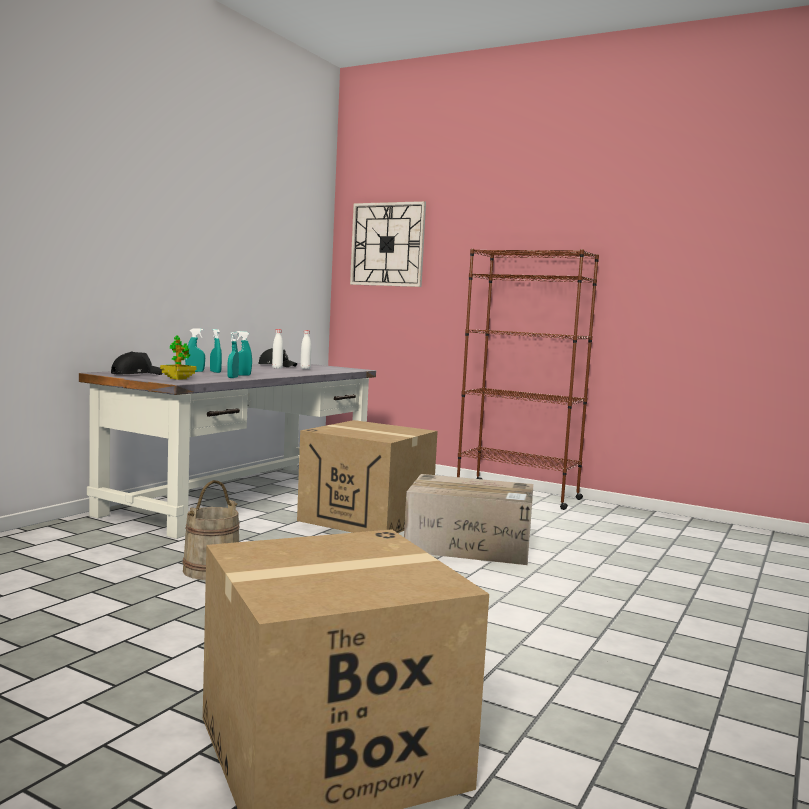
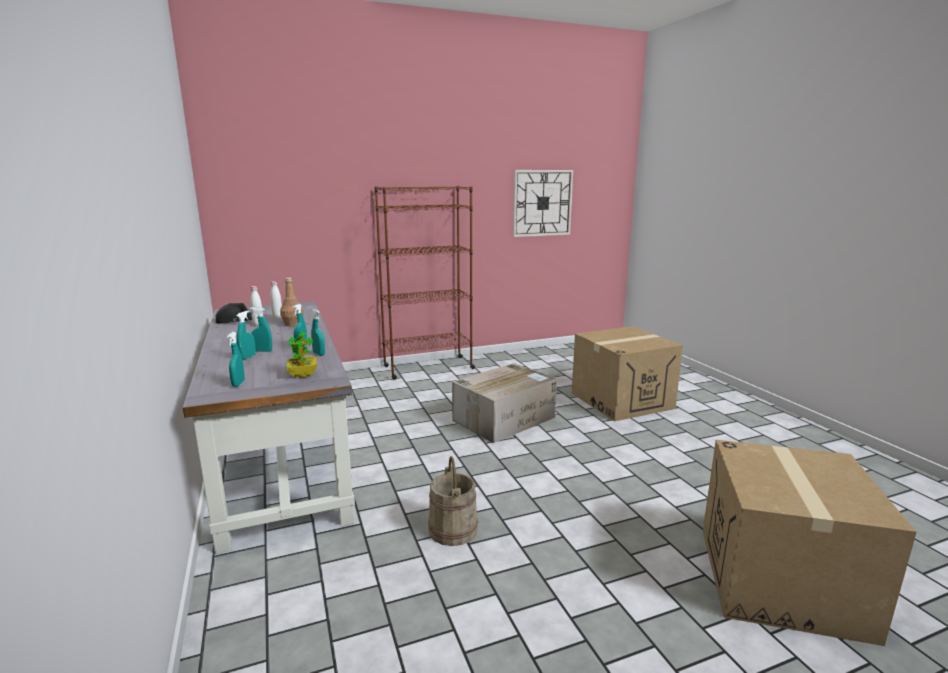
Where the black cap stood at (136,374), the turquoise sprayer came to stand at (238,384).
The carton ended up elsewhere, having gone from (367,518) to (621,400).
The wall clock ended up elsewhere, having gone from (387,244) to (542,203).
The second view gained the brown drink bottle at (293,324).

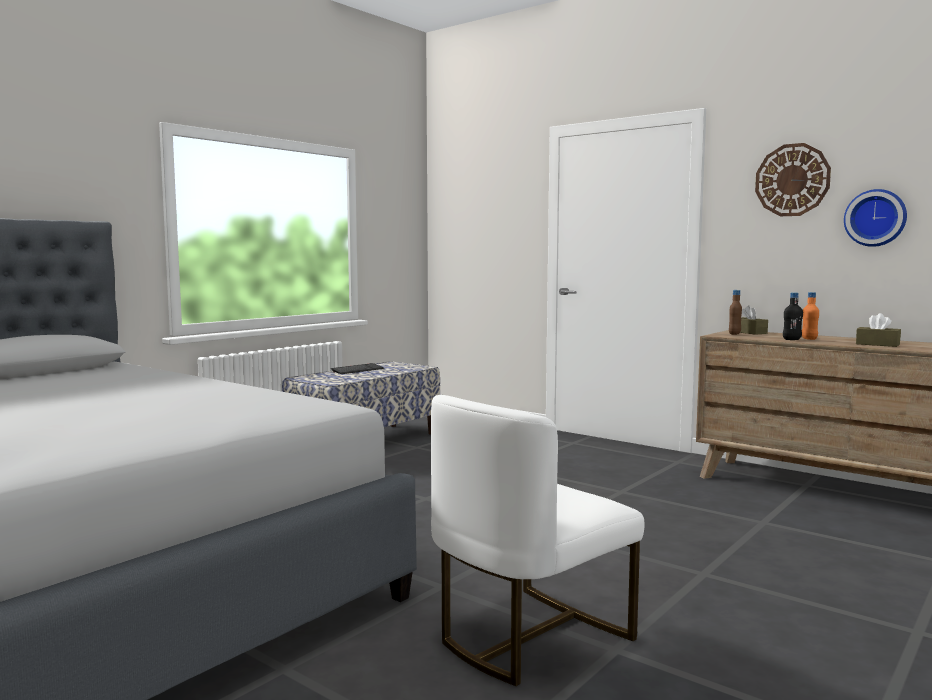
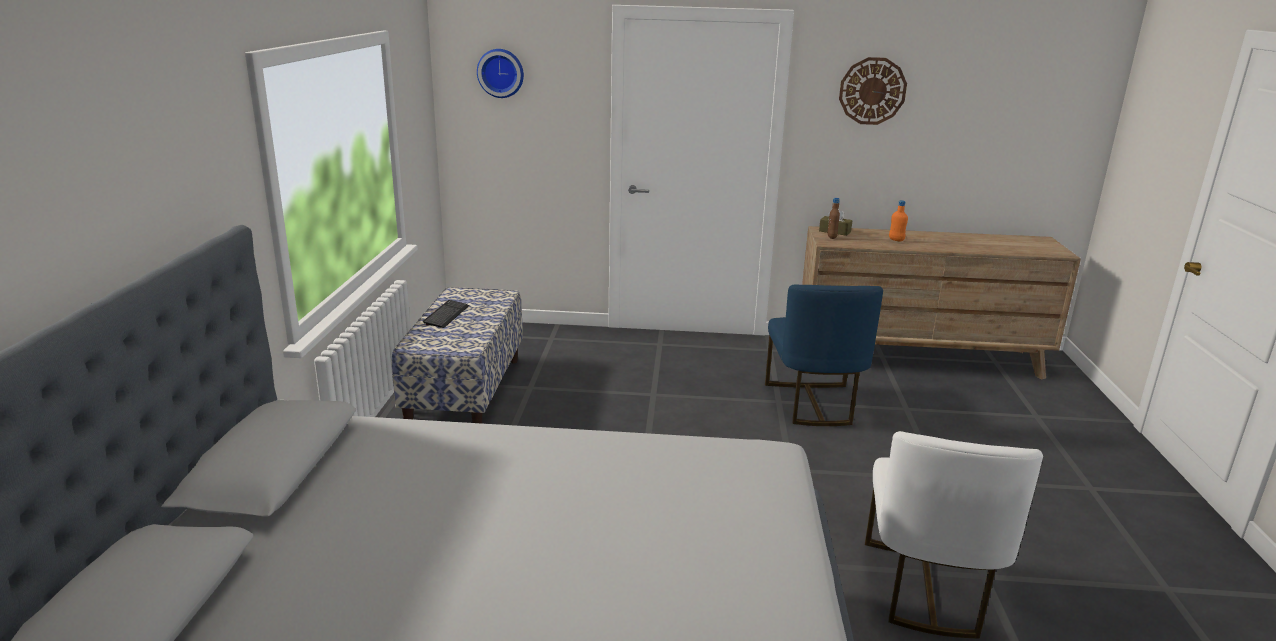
The second view lost the black drink bottle at (791,339).
The wall clock ended up elsewhere, having gone from (875,218) to (501,73).
The second view lost the brown box of tissues at (877,344).
The second view gained the blue upright chair at (812,404).

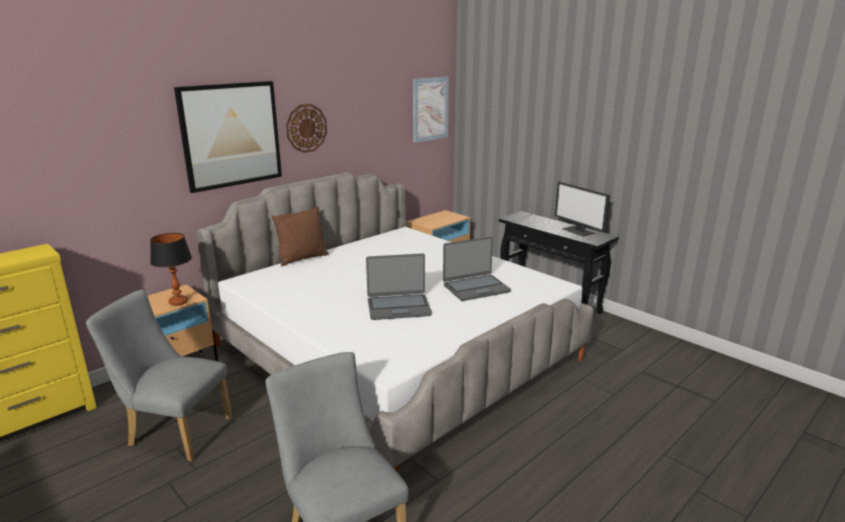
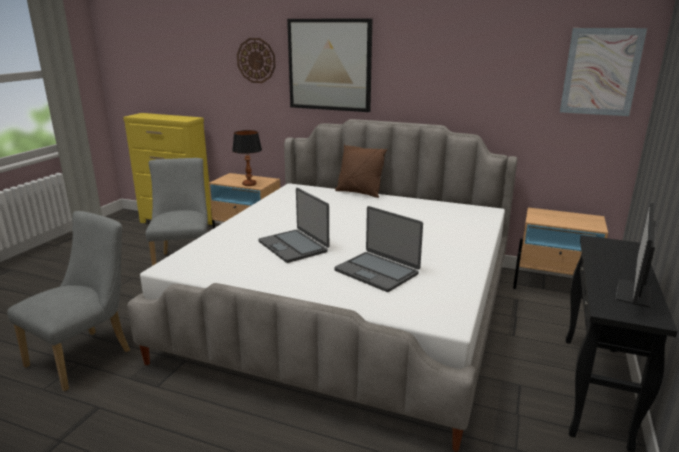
The wall clock ended up elsewhere, having gone from (306,128) to (256,60).

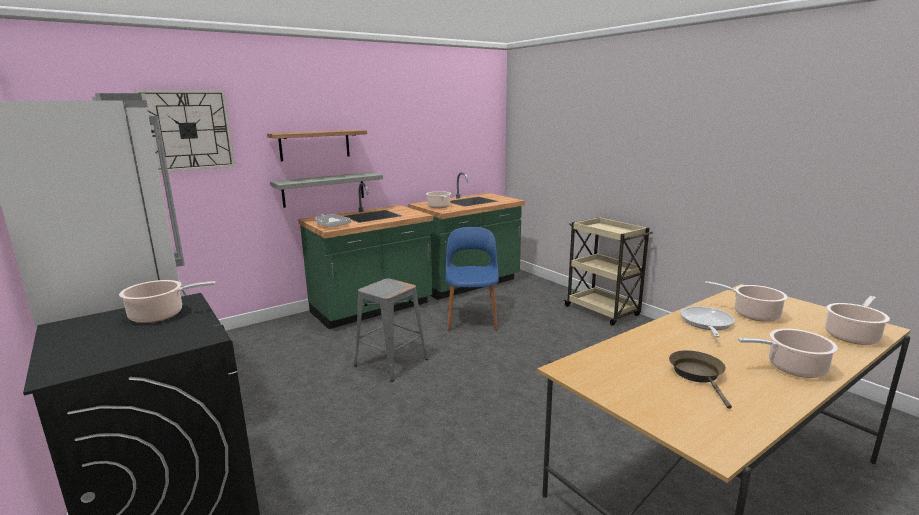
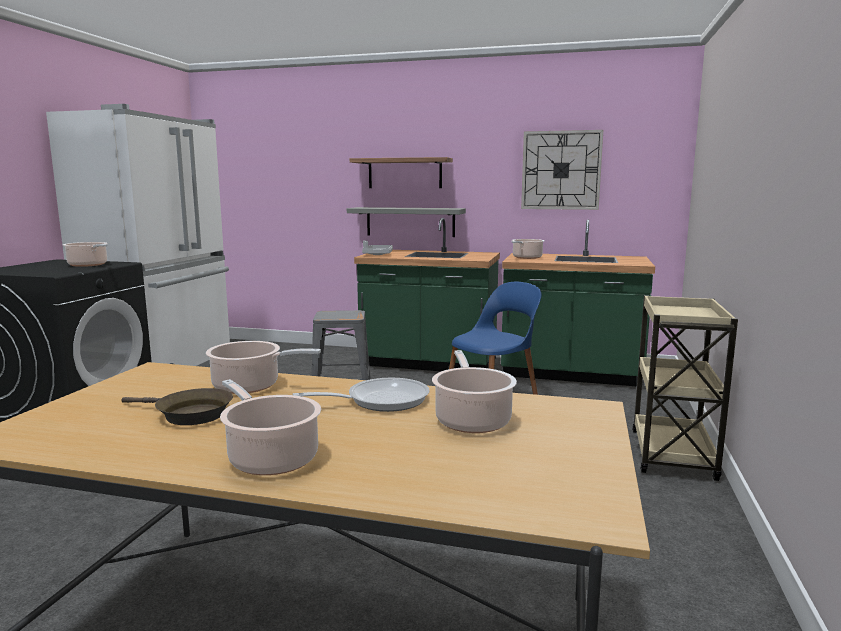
The wall clock ended up elsewhere, having gone from (187,130) to (561,170).
The brown frying pan at (698,375) ended up facing another way, 60 degrees clockwise from before.
The saucepot ended up elsewhere, having gone from (852,336) to (250,386).

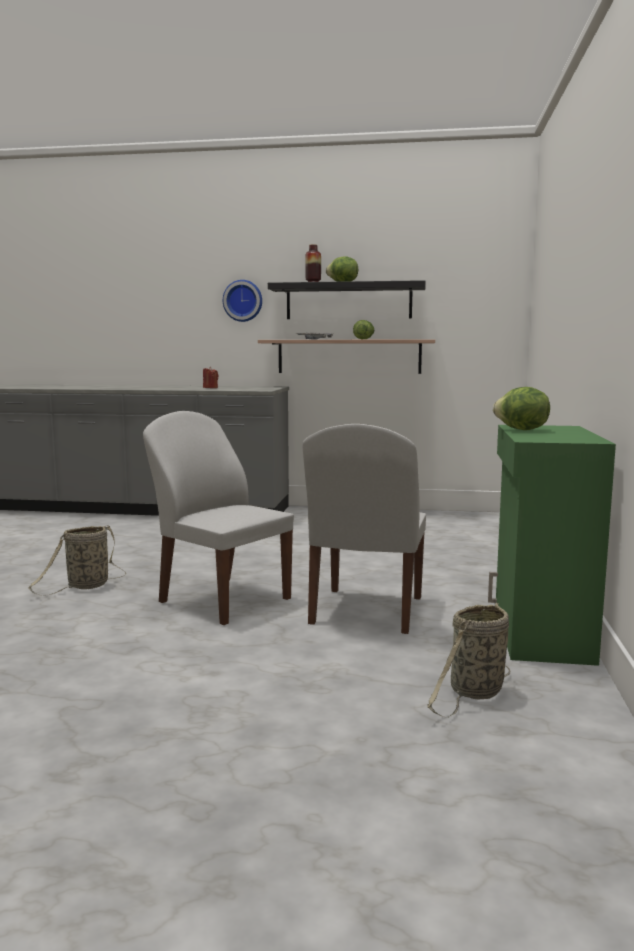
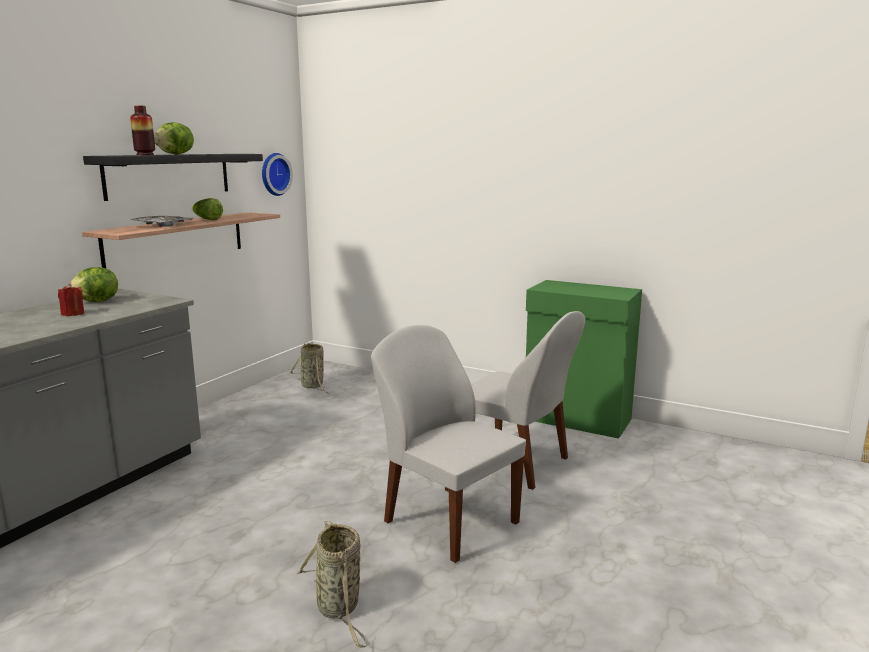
The white upright chair at (222,600) ended up facing another way, 75 degrees clockwise from before.
The wall clock ended up elsewhere, having gone from (243,301) to (274,174).
The storage basket ended up elsewhere, having gone from (474,693) to (313,386).
The lettuce ended up elsewhere, having gone from (521,430) to (97,302).

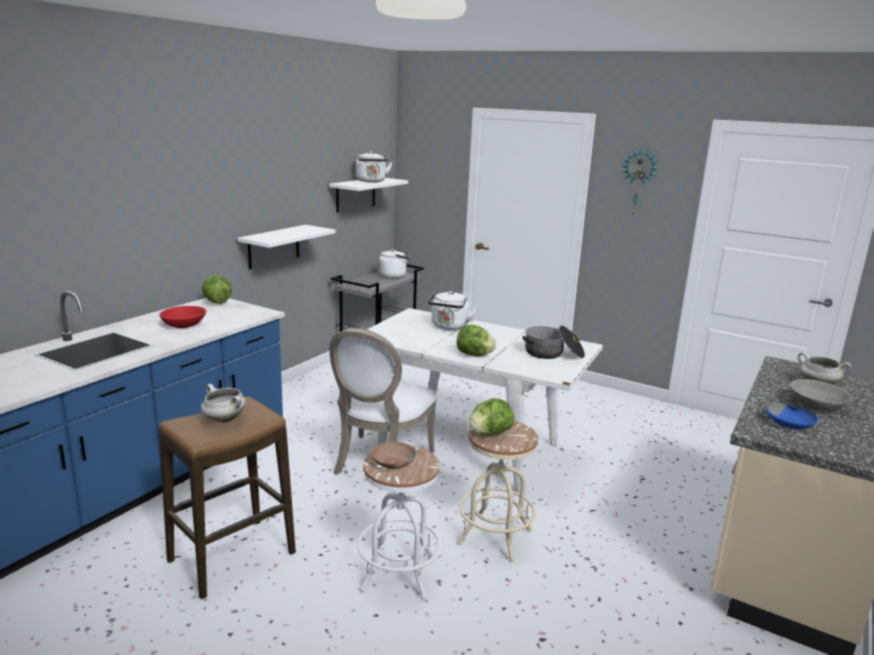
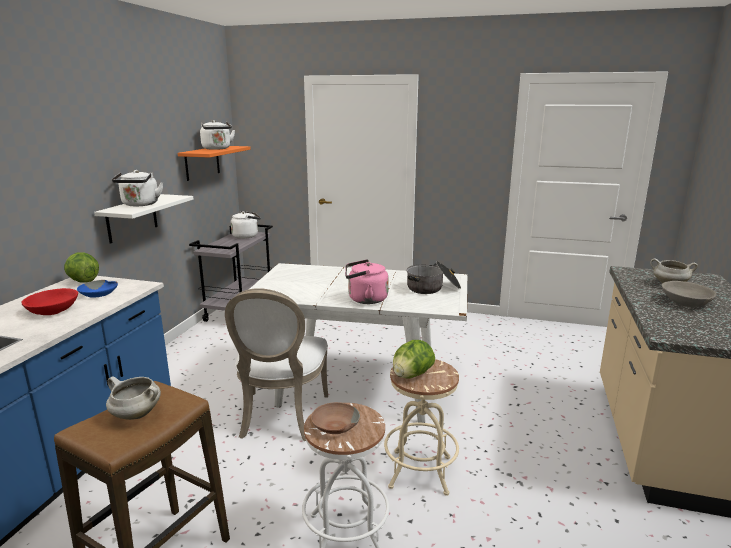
What was the white shelf at (355,194) turned into the orange-coloured shelf at (202,162).
The white water kettle ended up elsewhere, having gone from (449,327) to (140,205).
Where the lettuce stood at (474,355), the pink-coloured water kettle came to stand at (365,299).
The second view lost the wall clock at (638,182).
The blue serving bowl ended up elsewhere, having gone from (790,423) to (99,294).

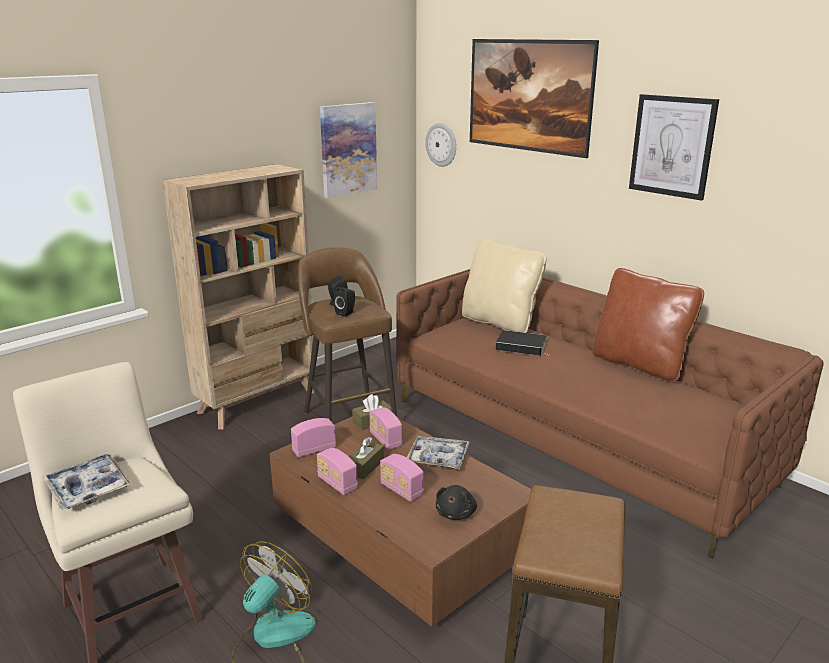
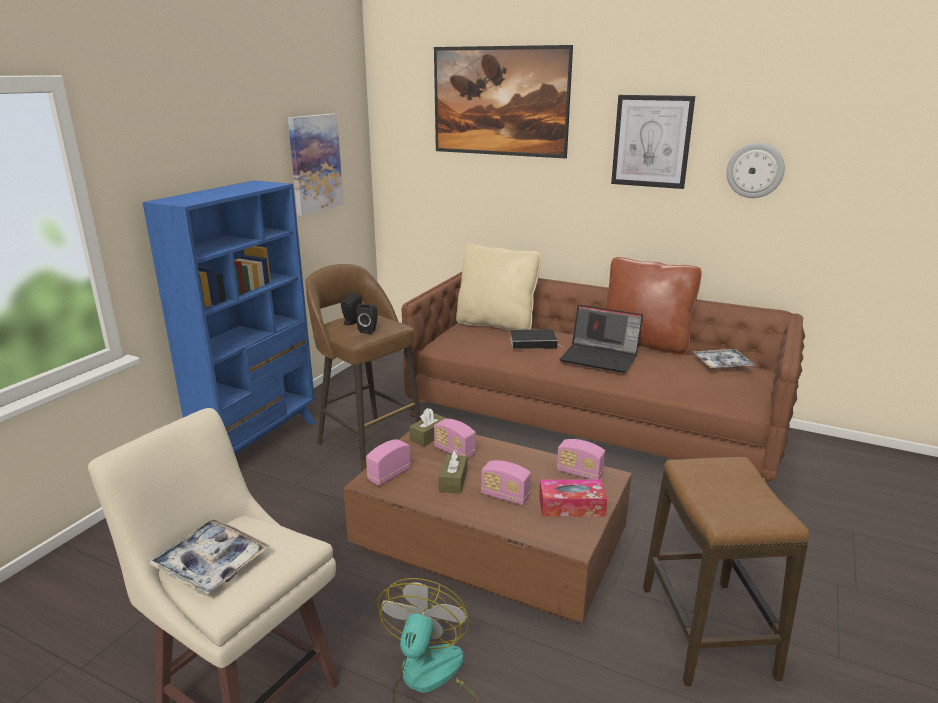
What was the beige shelving unit at (258,402) turned into the blue shelving unit at (259,442).
The radio receiver ended up elsewhere, having gone from (337,484) to (579,473).
The carrying tray ended up elsewhere, having gone from (438,458) to (722,364).
The wall clock ended up elsewhere, having gone from (441,144) to (755,170).
Where the black plush toy stood at (456,513), the box of tissues came to stand at (571,506).
The second view gained the laptop at (600,357).

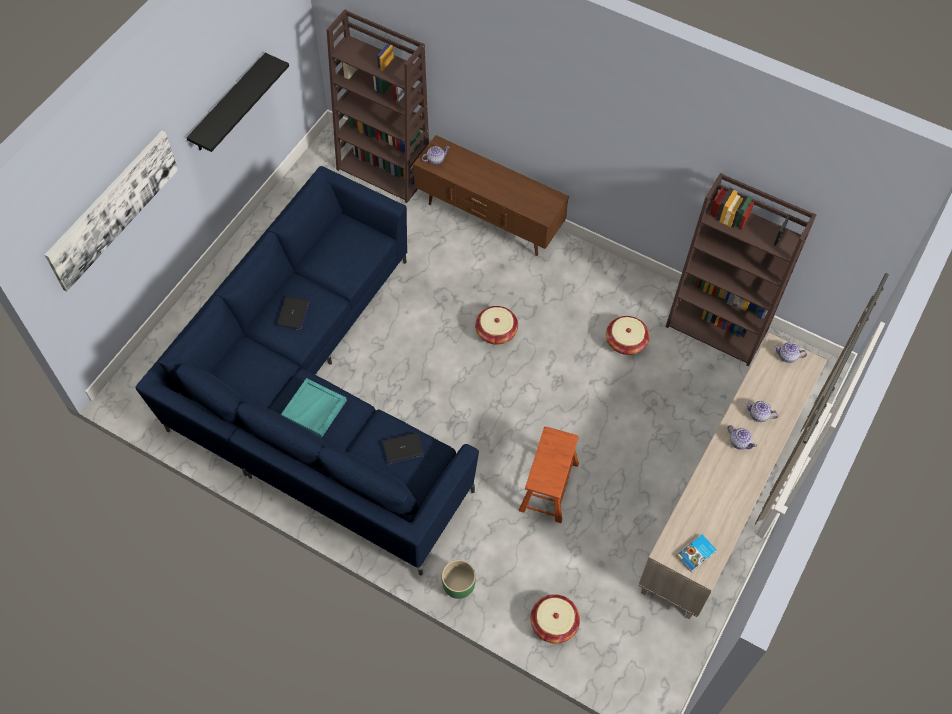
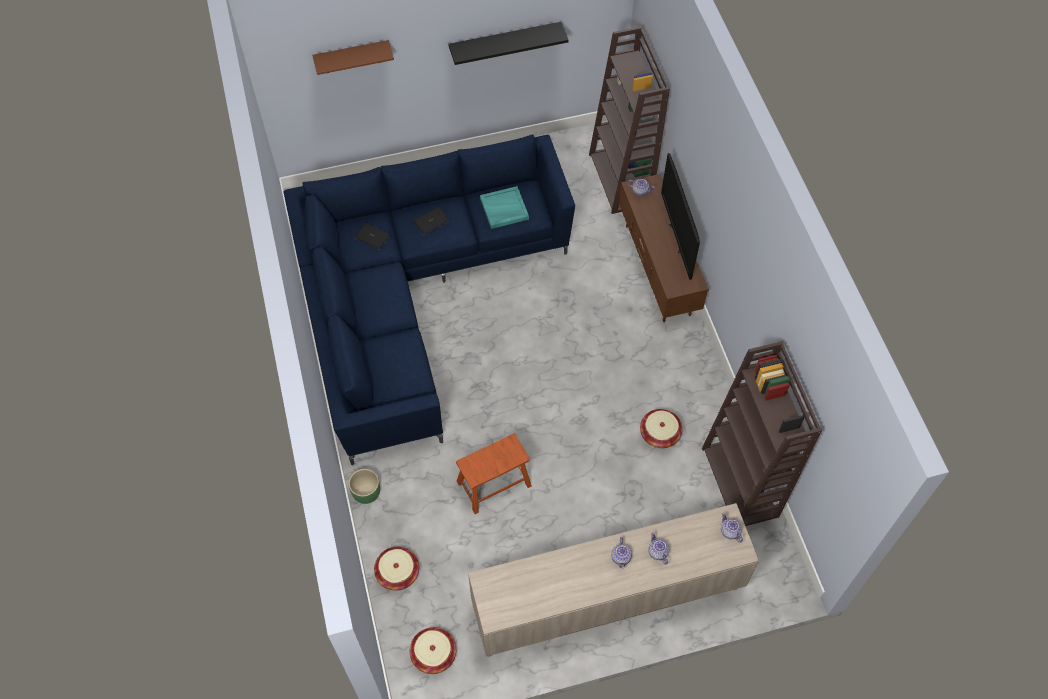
Where the wall picture hung at (112,209), the brown shelf came to hang at (352,57).
The turquoise carrying tray ended up elsewhere, having gone from (314,409) to (504,209).
The laptop ended up elsewhere, having gone from (403,449) to (372,237).
The storage basket ended up elsewhere, having gone from (496,331) to (433,654).
The second view lost the book at (696,554).
The second view gained the TV at (677,238).

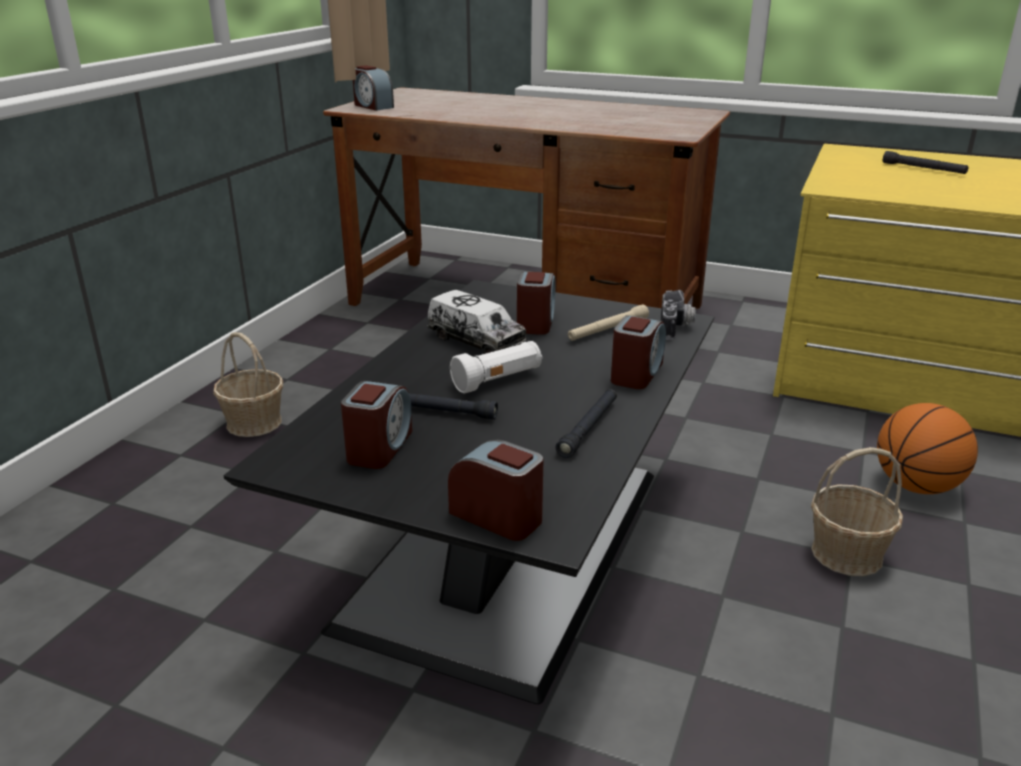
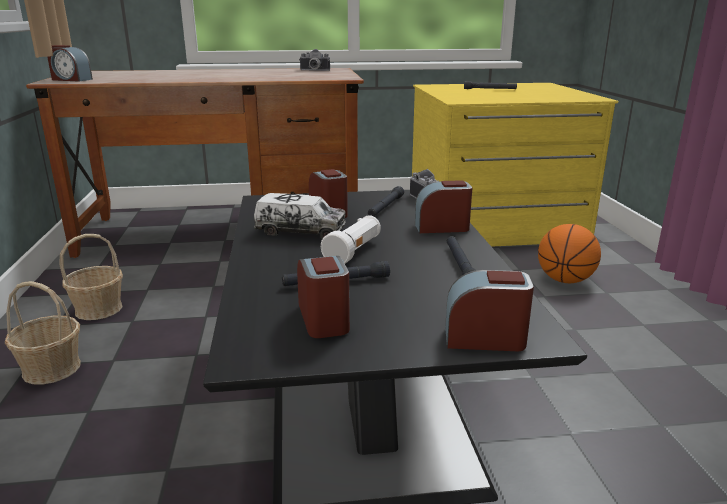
What was the beige hand torch at (607,330) turned into the black hand torch at (385,207).
The table clock at (636,373) ended up facing another way, 90 degrees counterclockwise from before.
The storage basket ended up elsewhere, having gone from (847,554) to (99,309).
The second view gained the photo camera at (313,70).

